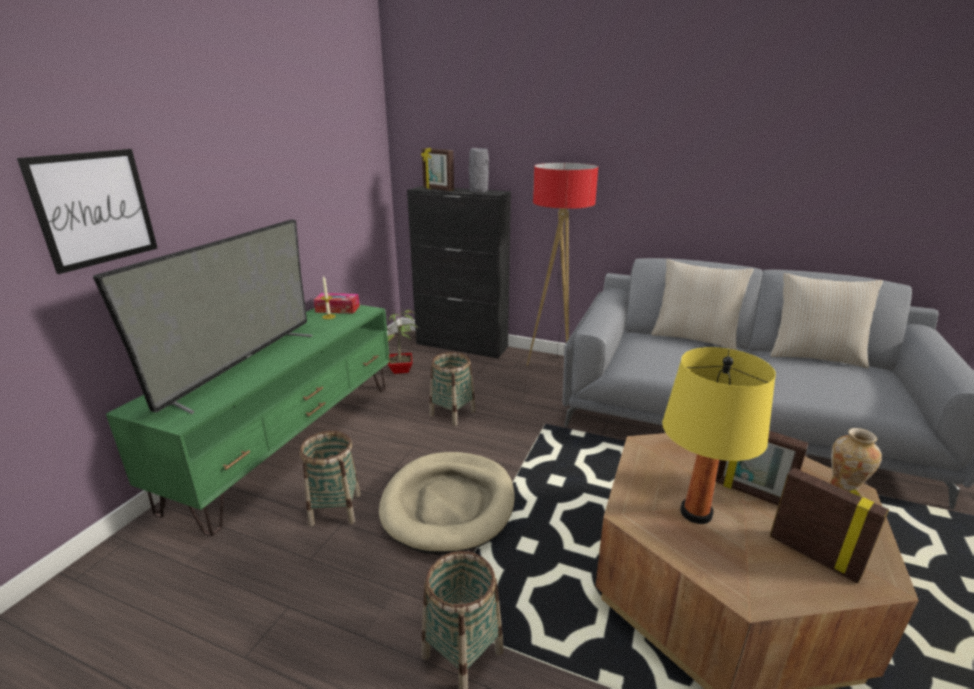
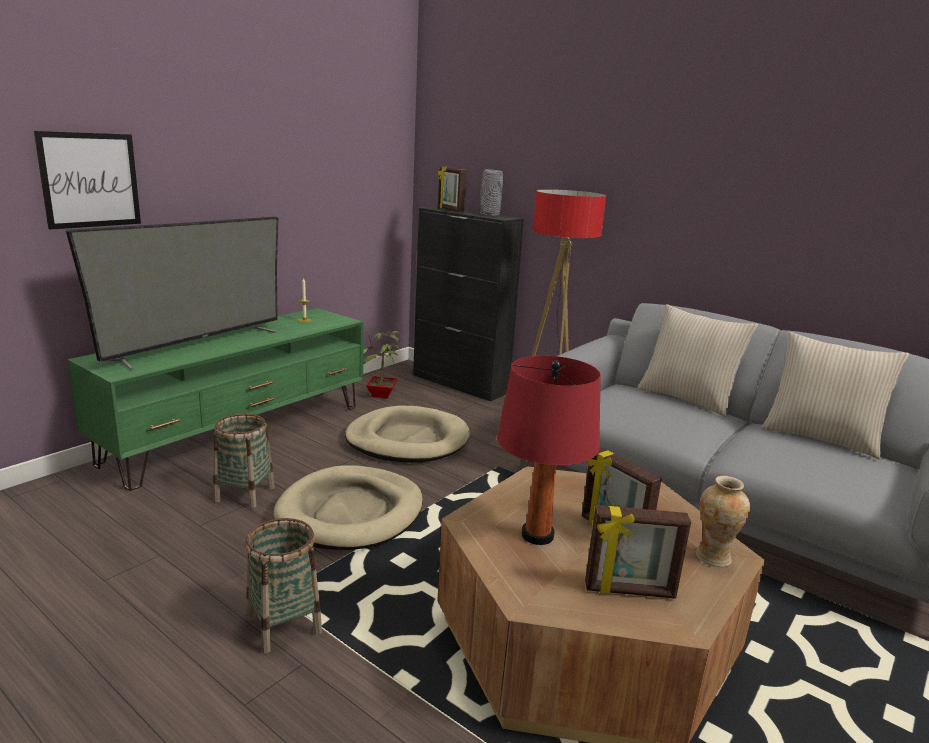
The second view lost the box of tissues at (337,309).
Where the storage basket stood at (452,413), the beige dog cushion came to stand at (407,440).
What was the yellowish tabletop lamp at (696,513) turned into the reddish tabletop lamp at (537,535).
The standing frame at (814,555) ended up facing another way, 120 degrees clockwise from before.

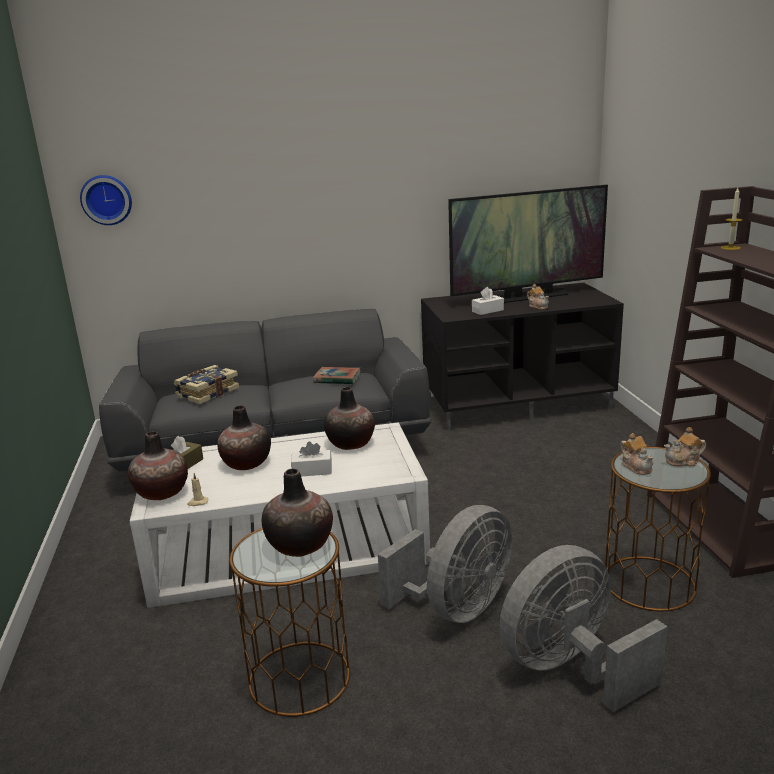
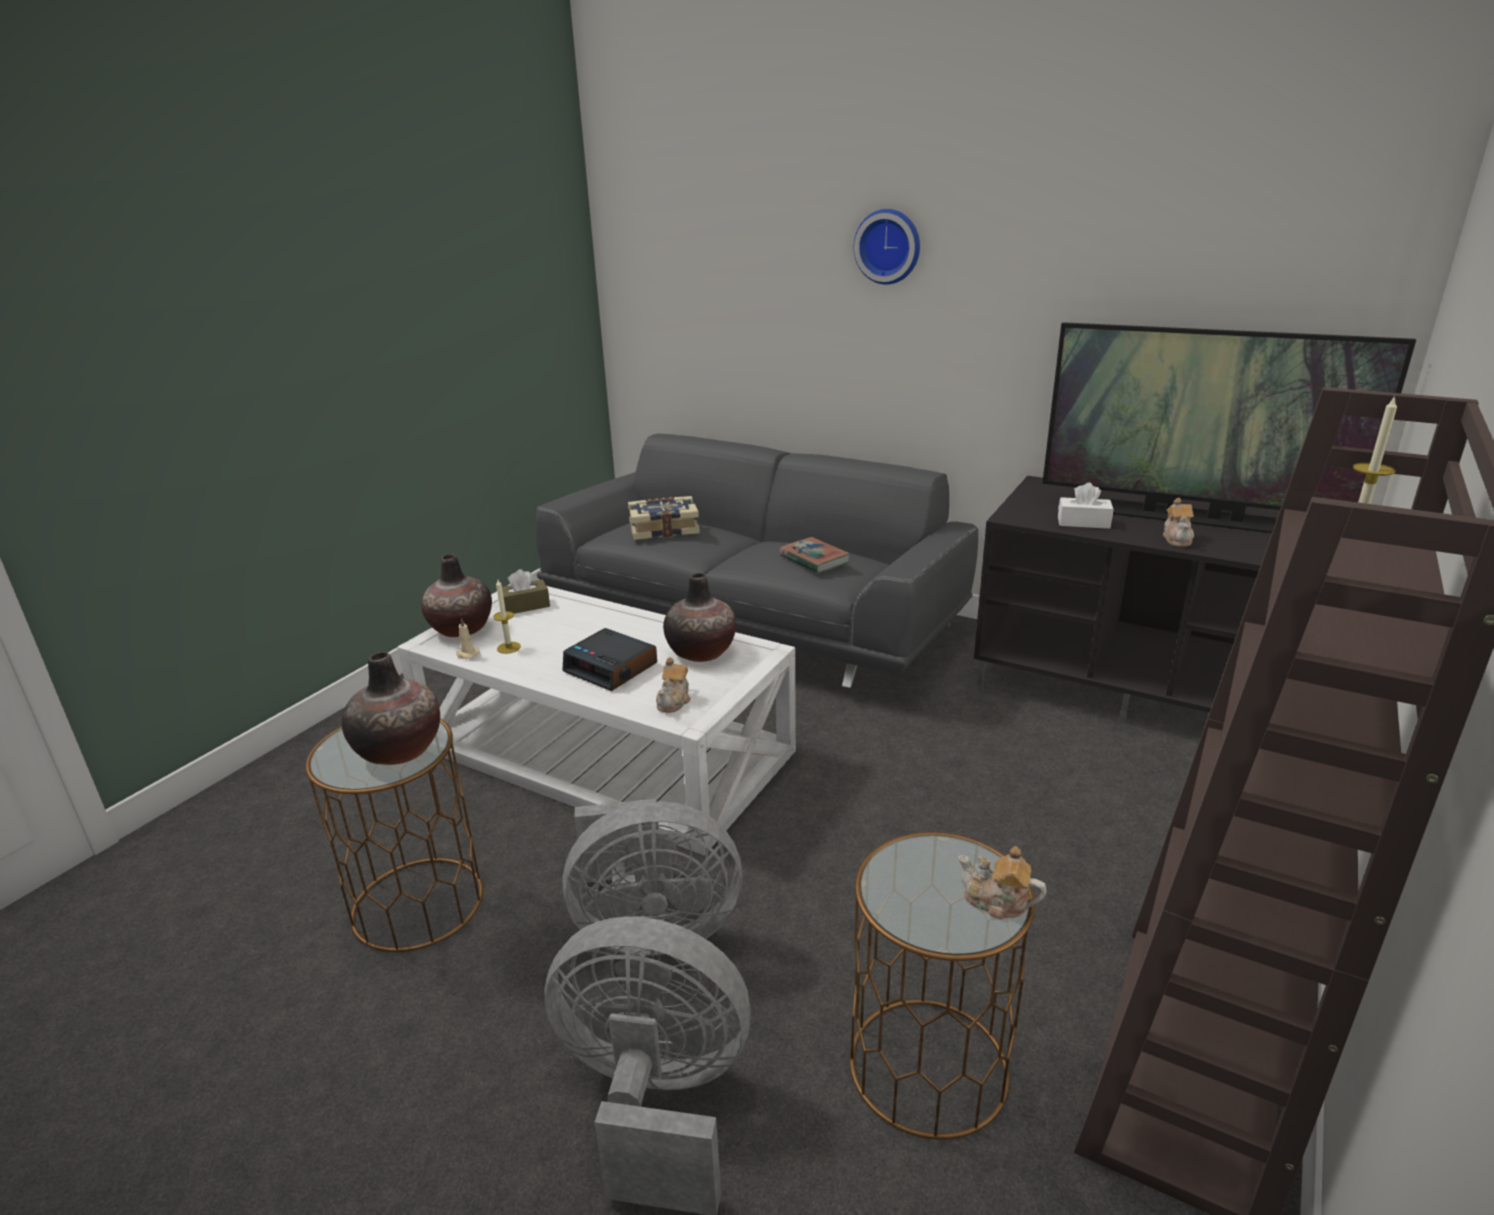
The wall clock ended up elsewhere, having gone from (106,199) to (888,246).
The second view lost the decorative vase at (246,463).
Where the white box of tissues stood at (312,471), the table clock came to stand at (612,668).
The teapot ended up elsewhere, having gone from (636,466) to (674,701).
The second view gained the wax light at (508,647).

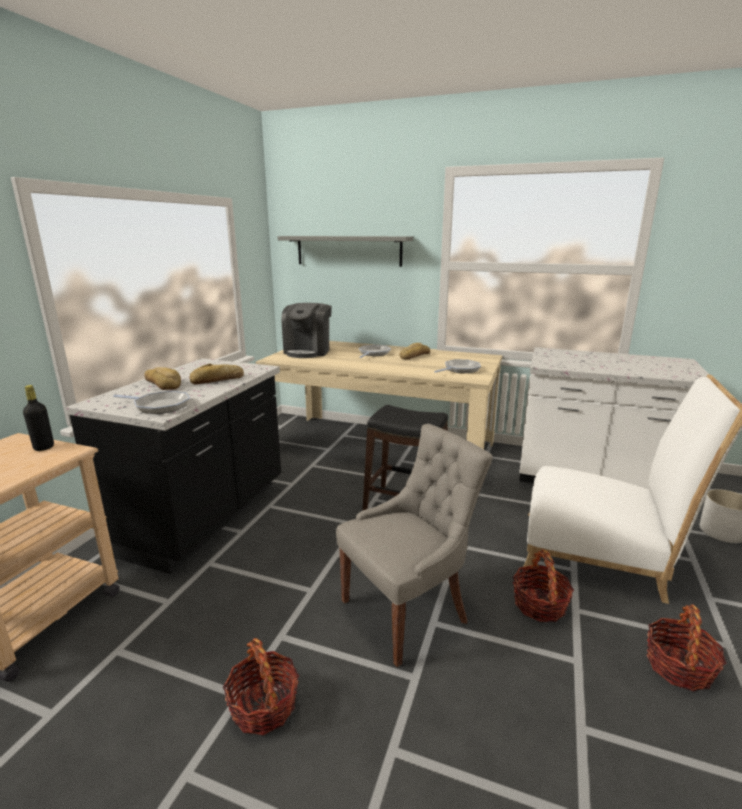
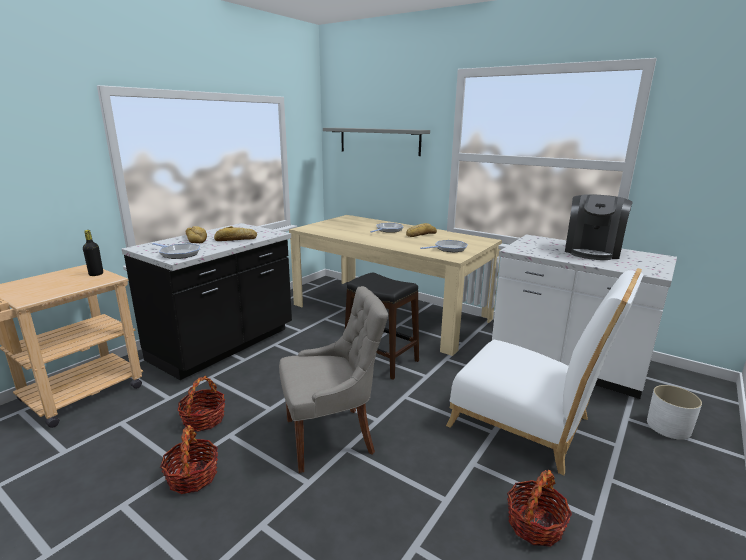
The coffee machine ended up elsewhere, having gone from (308,351) to (592,251).
The storage basket ended up elsewhere, having gone from (539,605) to (203,419).

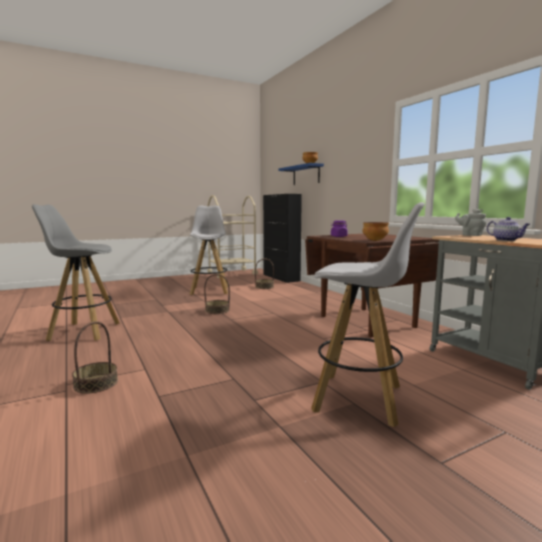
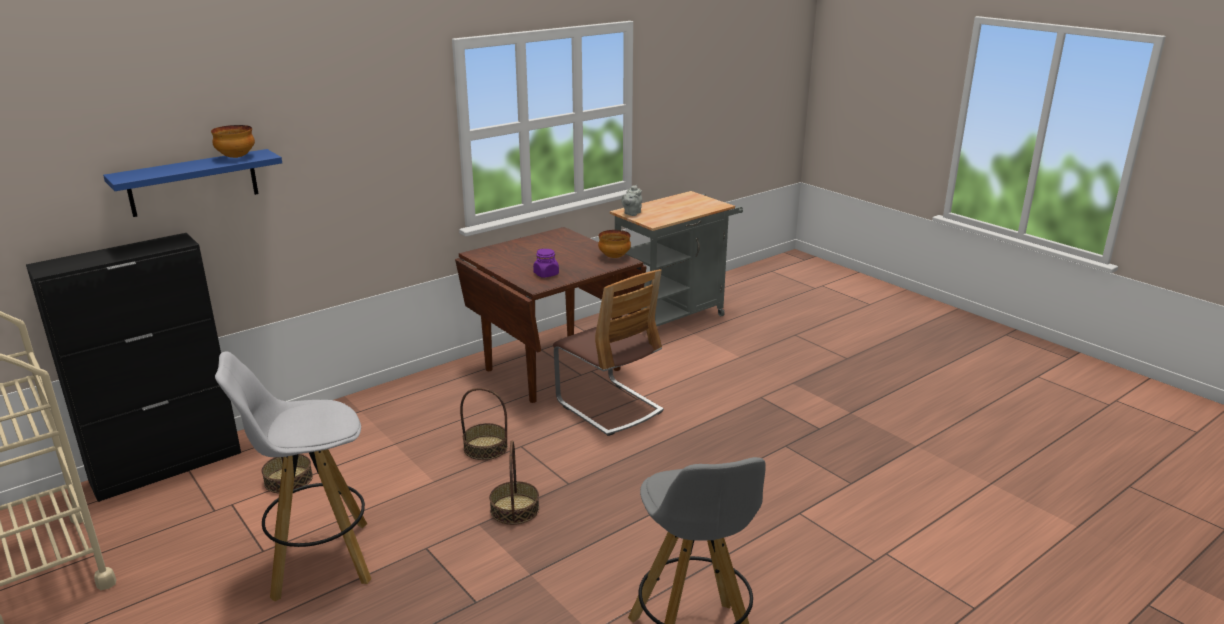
The storage basket ended up elsewhere, having gone from (96,383) to (485,448).
The second view lost the white sitting stool at (360,399).
The second view lost the teapot at (506,240).
The second view gained the upright chair at (609,407).

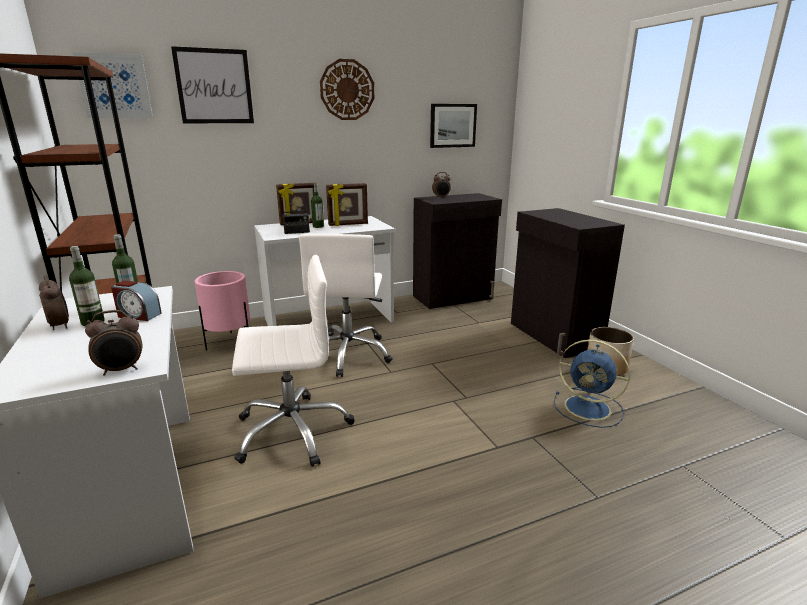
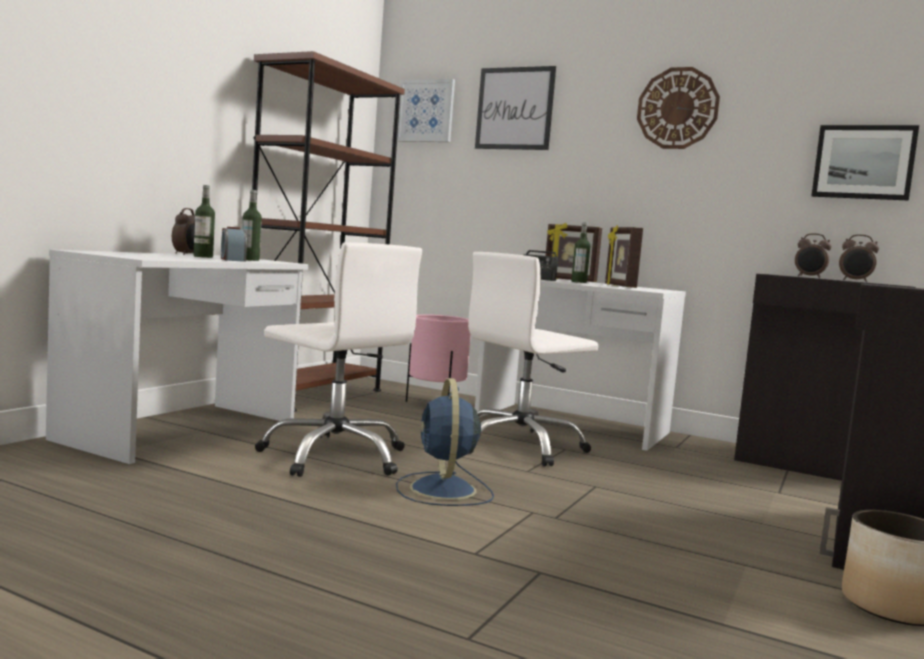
The table clock ended up elsewhere, having gone from (121,370) to (855,281).
The standing frame at (348,224) ended up facing another way, 45 degrees clockwise from before.
The blue fan ended up elsewhere, having gone from (589,408) to (443,490).

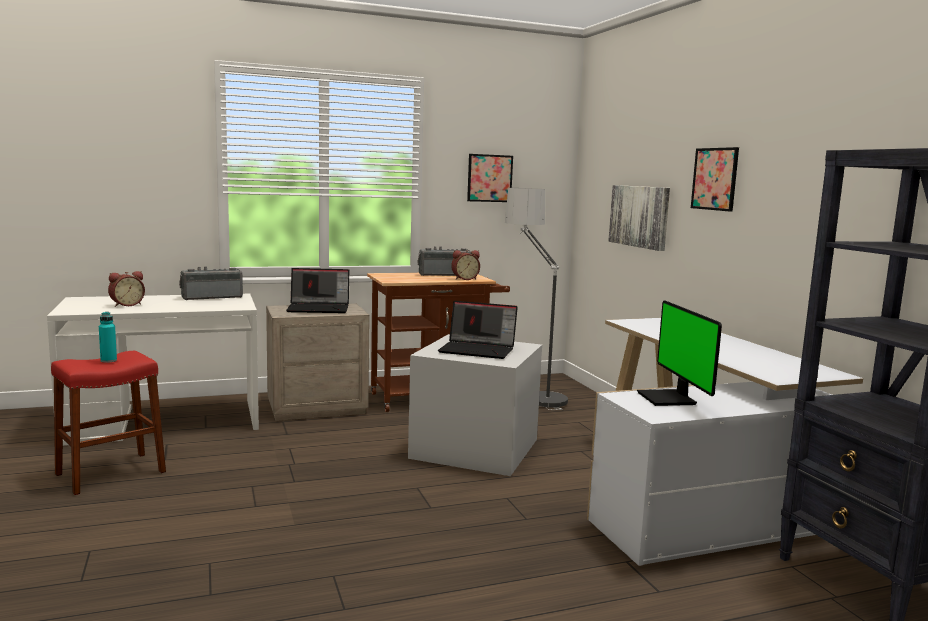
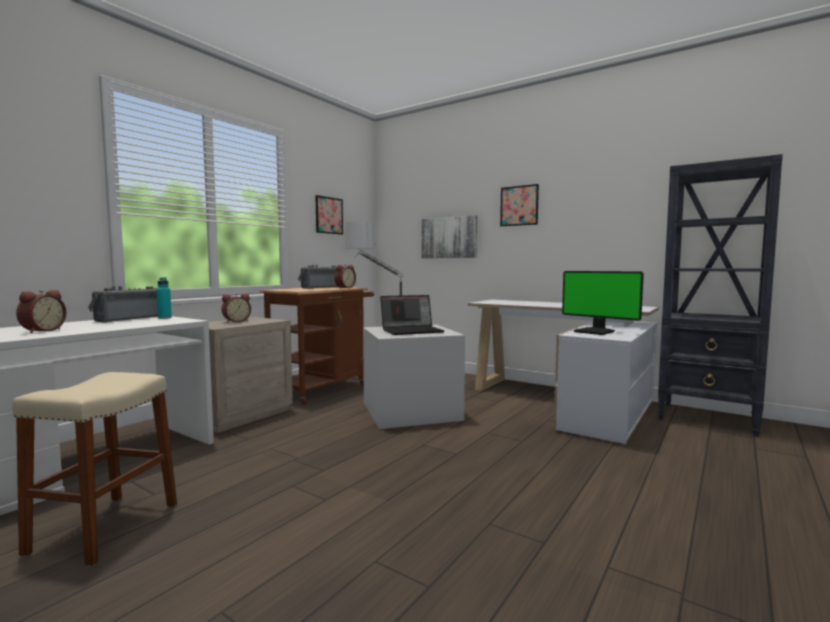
What was the reddish sitting stool at (111,473) turned into the beige sitting stool at (105,527).
The turquoise drink bottle ended up elsewhere, having gone from (108,360) to (164,318).
Where the laptop stood at (319,308), the table clock came to stand at (236,321).

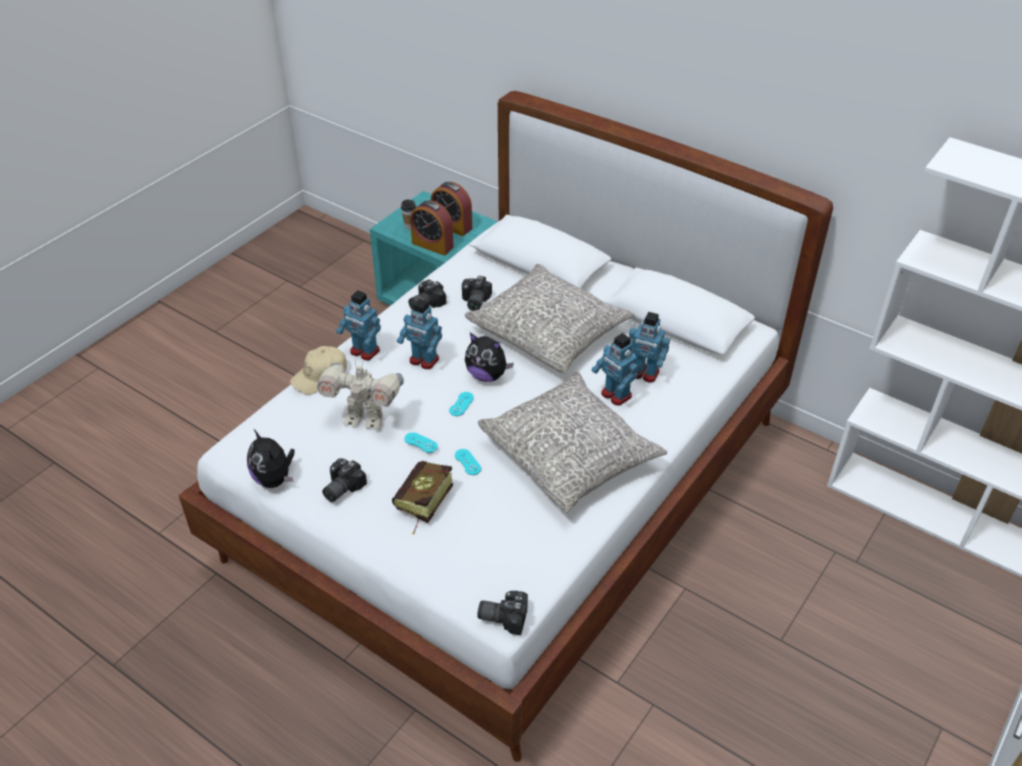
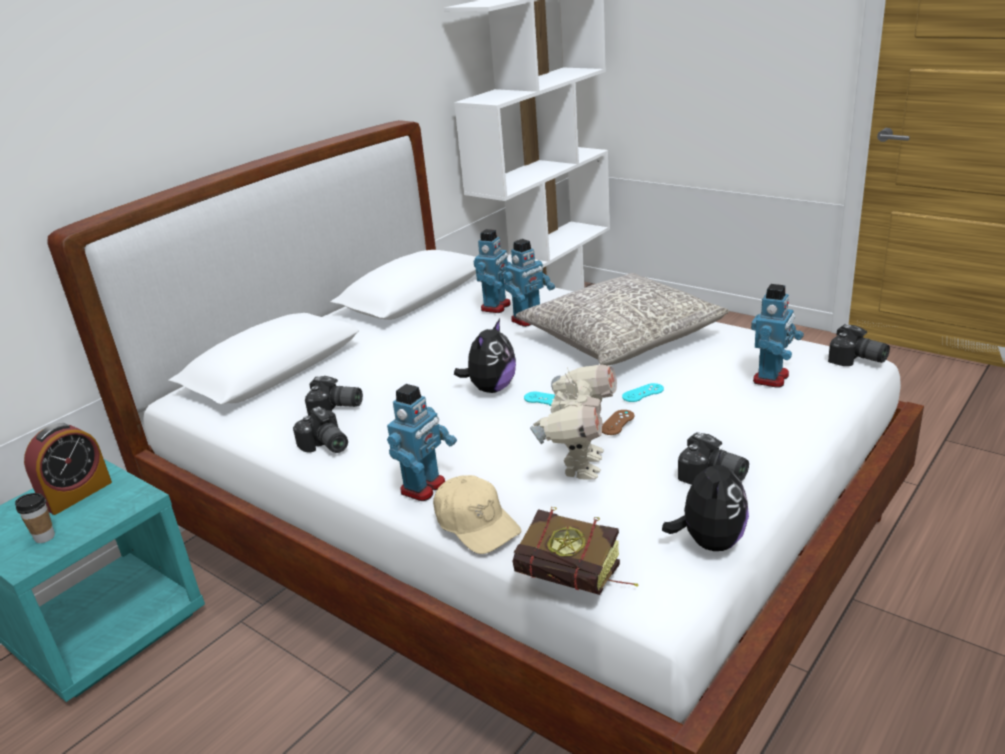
The plush toy at (274,479) ended up facing another way, 45 degrees counterclockwise from before.
The book ended up elsewhere, having gone from (421,506) to (579,582).
The robot figure ended up elsewhere, having gone from (423,360) to (772,378).
What was the turquoise gamepad at (421,442) turned into the brown gamepad at (617,422).
The second view lost the table clock at (432,245).
The second view lost the grey throw pillow at (549,332).
The photo camera at (503,616) ended up facing another way, 60 degrees counterclockwise from before.

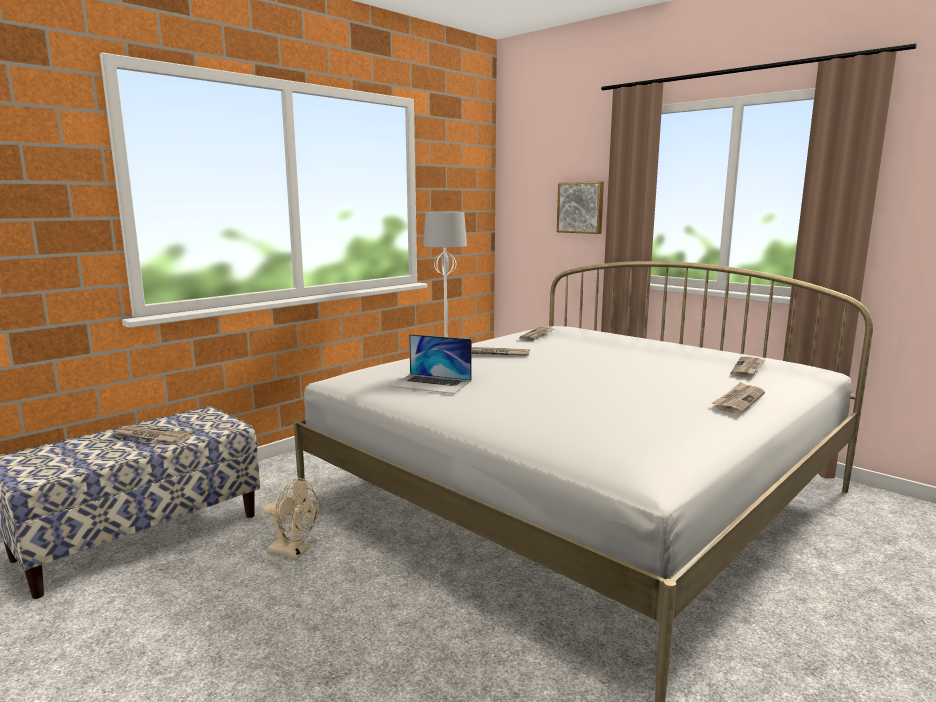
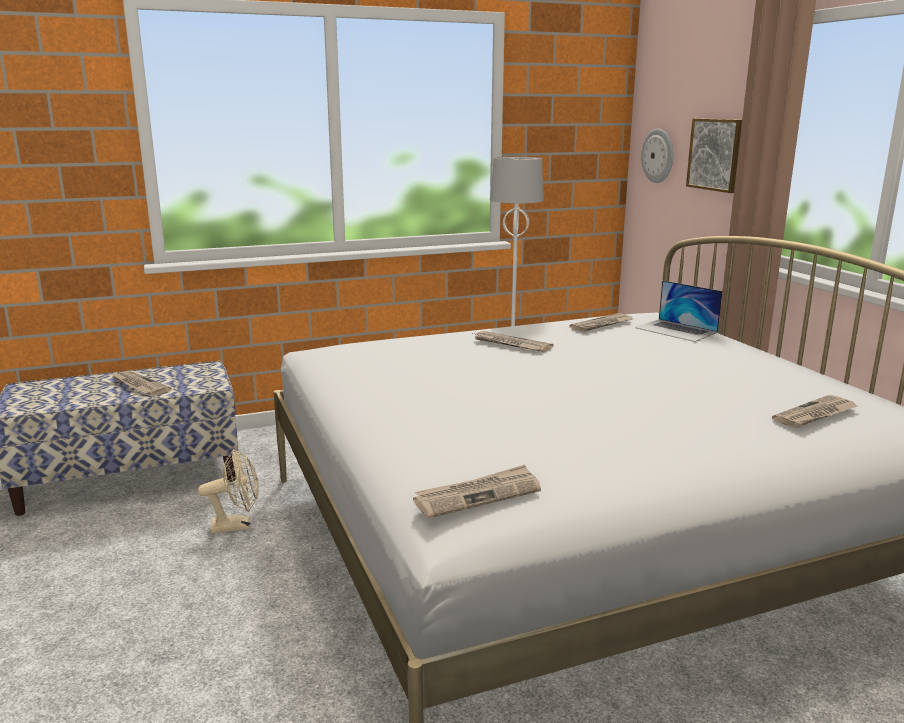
The beige fan at (294,551) ended up facing another way, 60 degrees counterclockwise from before.
The laptop ended up elsewhere, having gone from (431,383) to (676,330).
The newspaper ended up elsewhere, having gone from (738,400) to (478,495).
The second view gained the wall clock at (658,156).

